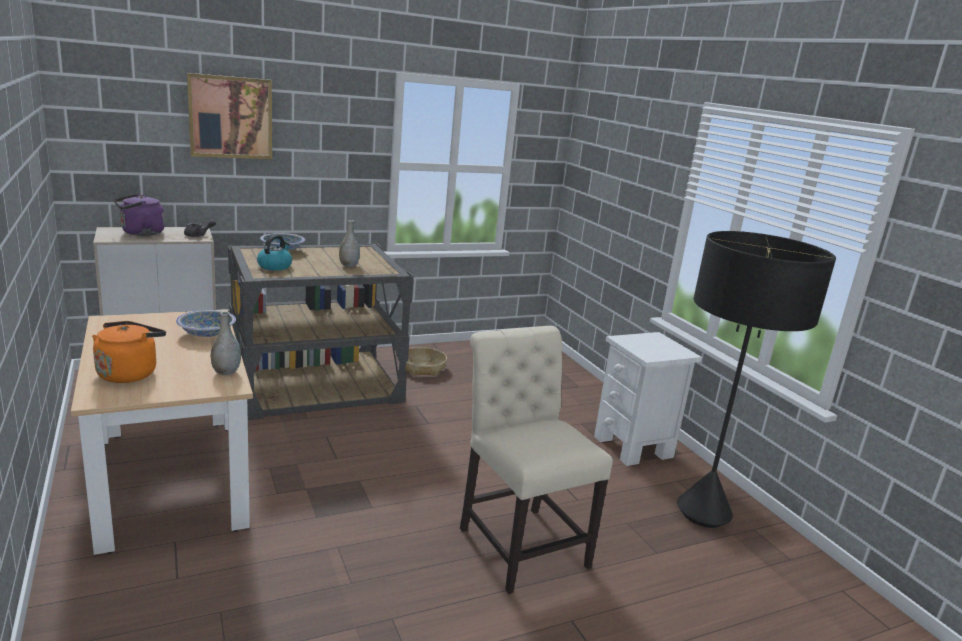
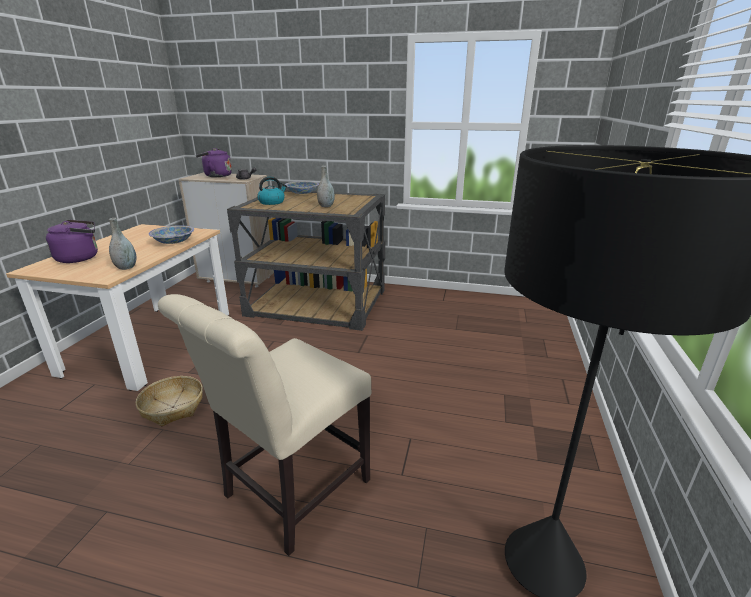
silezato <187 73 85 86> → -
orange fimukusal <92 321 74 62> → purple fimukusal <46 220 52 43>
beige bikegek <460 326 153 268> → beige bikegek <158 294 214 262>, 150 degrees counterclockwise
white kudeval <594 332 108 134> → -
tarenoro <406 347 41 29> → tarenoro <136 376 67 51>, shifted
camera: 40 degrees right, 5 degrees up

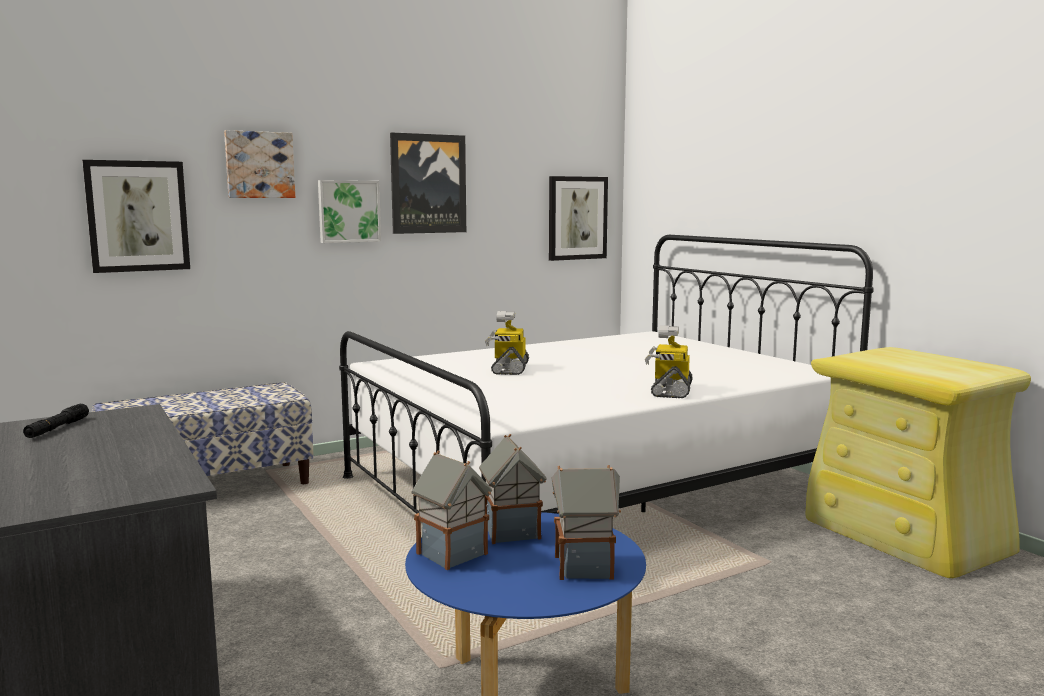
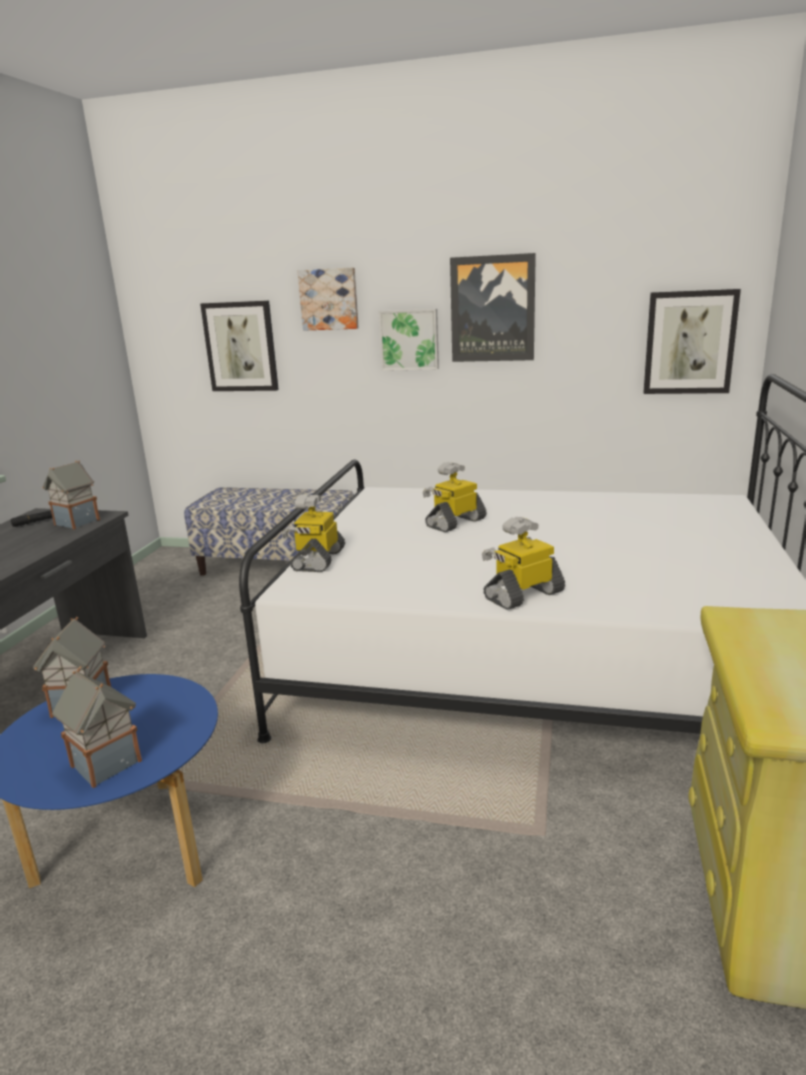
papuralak <479 434 68 110> → papuralak <42 461 58 68>, shifted
- → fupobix <281 494 64 78>
camera: 45 degrees right, 10 degrees up

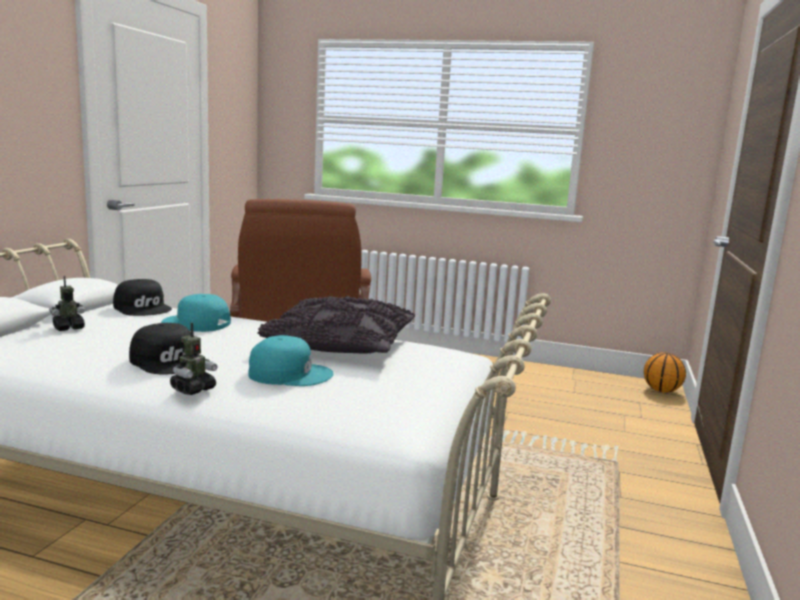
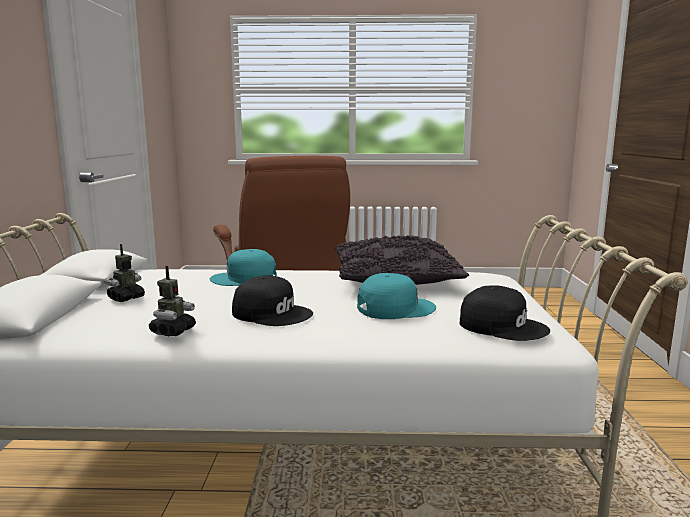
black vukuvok <113 279 59 37> → black vukuvok <460 285 90 56>, shifted
fupobix <170 323 48 72> → fupobix <149 266 47 70>, shifted
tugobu <644 352 42 41> → -
camera: 15 degrees left, 0 degrees up

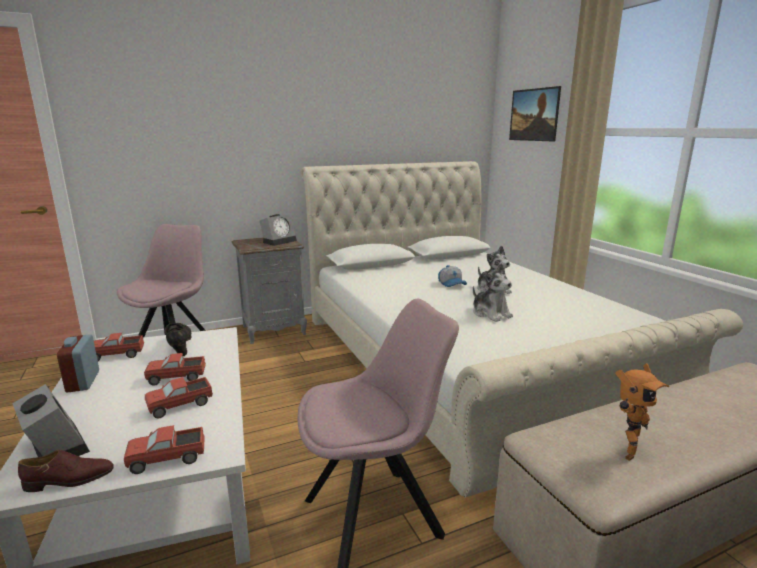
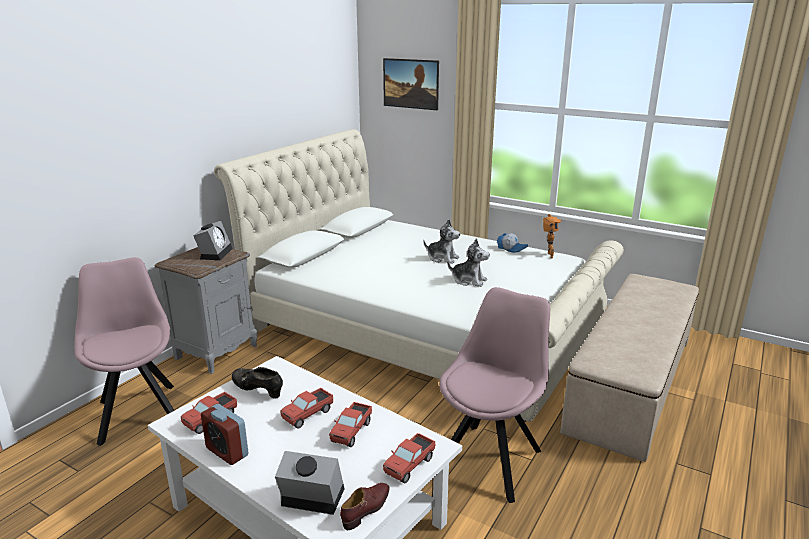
vukuvok <438 265 29 22> → vukuvok <497 233 31 20>, shifted
fupobix <615 364 54 97> → fupobix <543 214 19 44>, shifted
camera: 35 degrees left, 5 degrees up

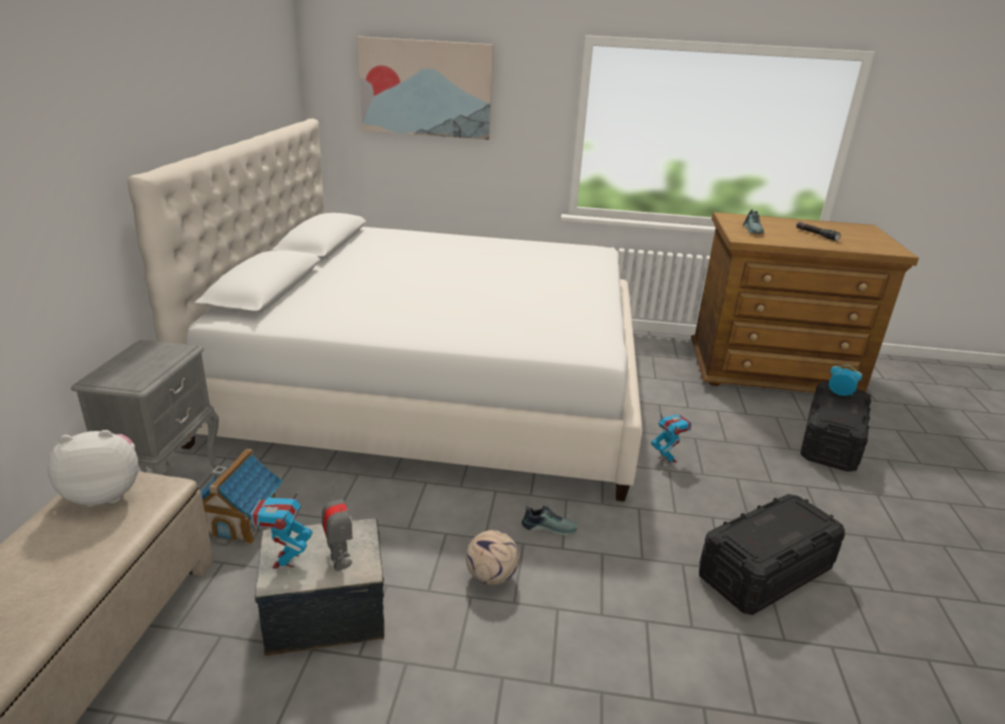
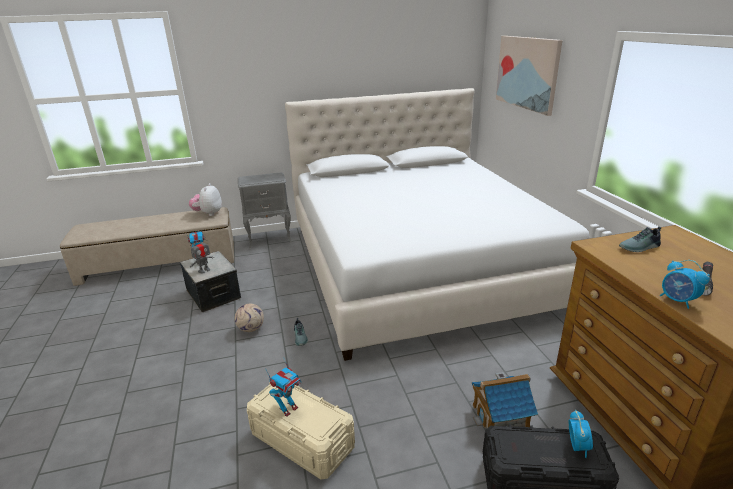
fupobix <651 411 41 53> → fupobix <266 357 35 60>, shifted
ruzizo <47 430 92 77> → ruzizo <189 183 33 33>, 135 degrees counterclockwise
papuralak <200 449 83 97> → papuralak <472 372 66 56>, shifted
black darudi <699 494 146 121> → beige darudi <247 383 108 97>
- → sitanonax <660 260 50 49>
camera: 70 degrees right, 0 degrees up

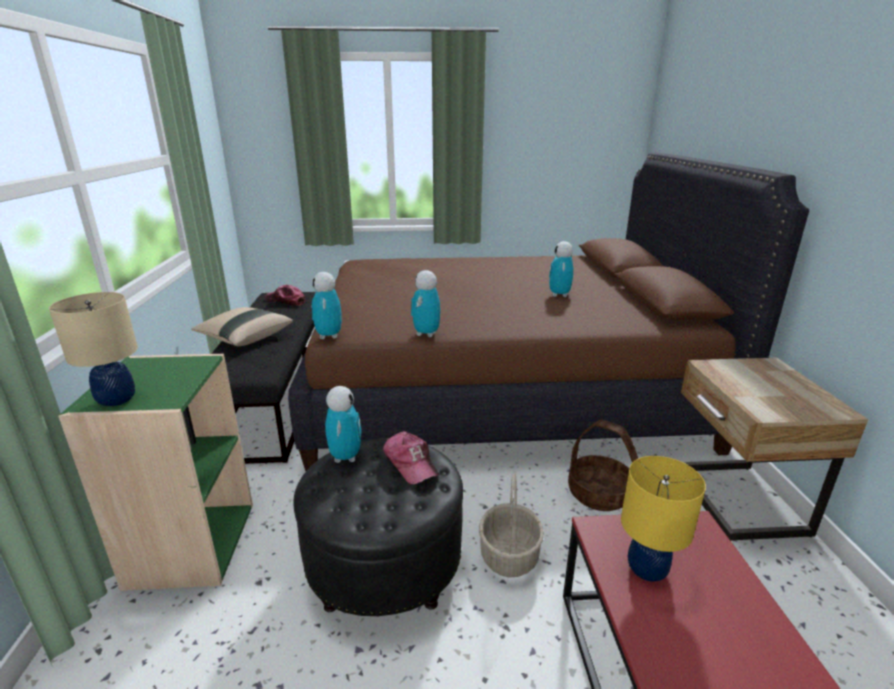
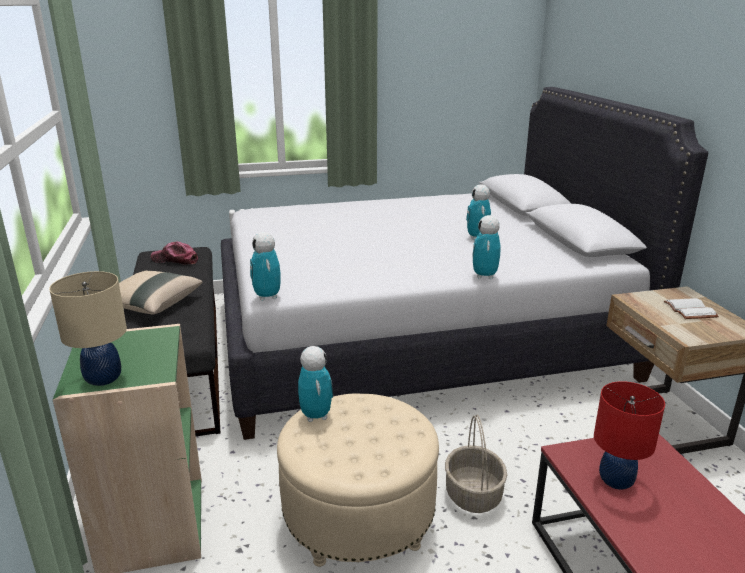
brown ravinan <288 153 521 318> → white ravinan <221 87 487 353>
fupobix <411 270 29 67> → fupobix <473 215 28 64>, shifted
tarenoro <568 420 70 91> → -
vukuvok <383 431 56 54> → -
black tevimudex <293 438 170 178> → beige tevimudex <277 394 162 173>
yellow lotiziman <621 456 85 126> → red lotiziman <594 381 71 109>
- → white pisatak <664 298 55 21>
camera: 10 degrees left, 0 degrees up

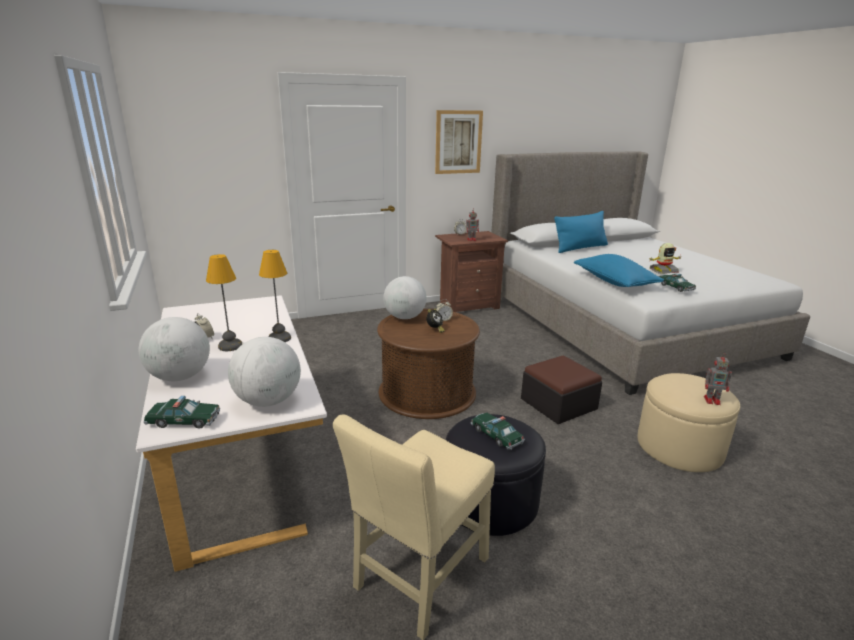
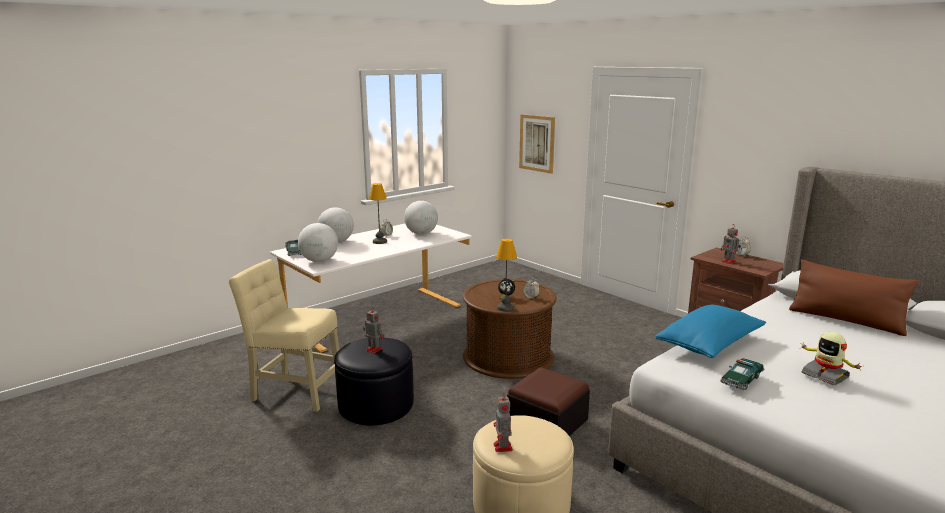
silezato <435 110 48 64> → silezato <519 114 36 60>, shifted
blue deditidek <554 211 54 42> → brown deditidek <789 259 130 77>
lotiziman <259 250 32 92> → lotiziman <496 239 21 72>, shifted
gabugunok <383 276 44 43> → gabugunok <404 201 34 34>, shifted
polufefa <471 413 54 37> → fupobix <363 307 21 46>
camera: 70 degrees right, 5 degrees down

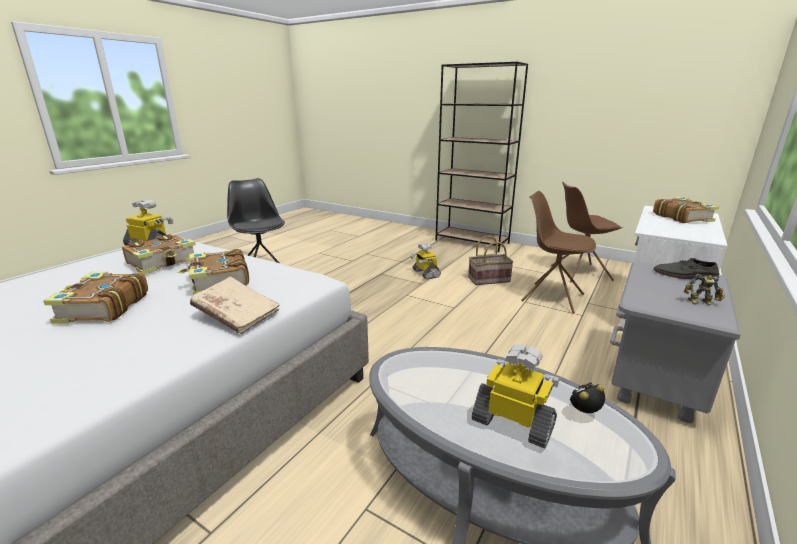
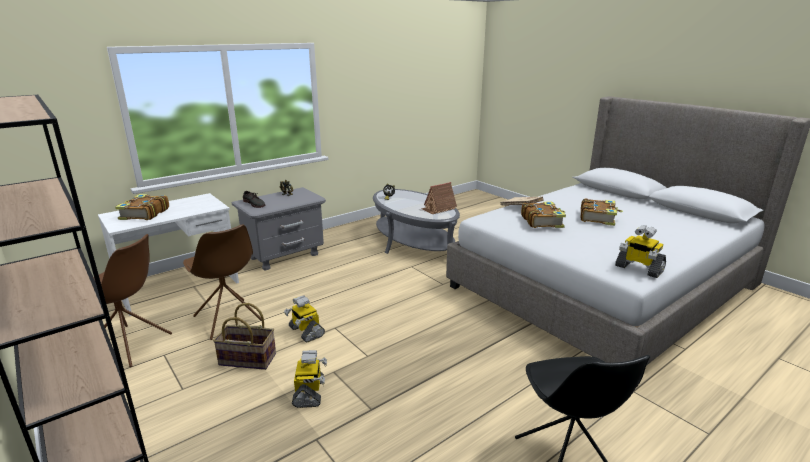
pisatak <122 234 74 40> → -
fupobix <472 344 87 104> → fupobix <284 295 41 47>, shifted
- → papuralak <422 182 35 32>
camera: 160 degrees left, 0 degrees up

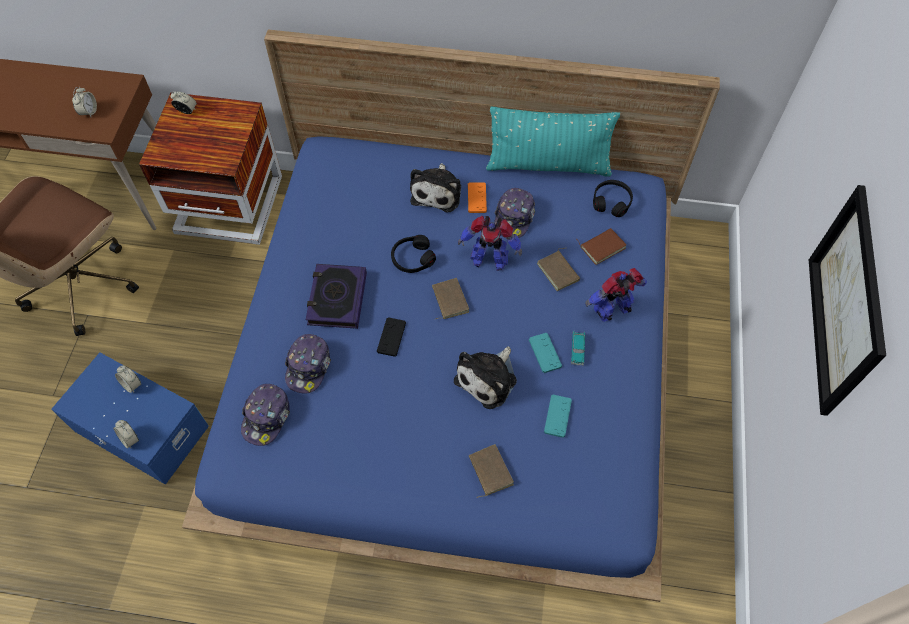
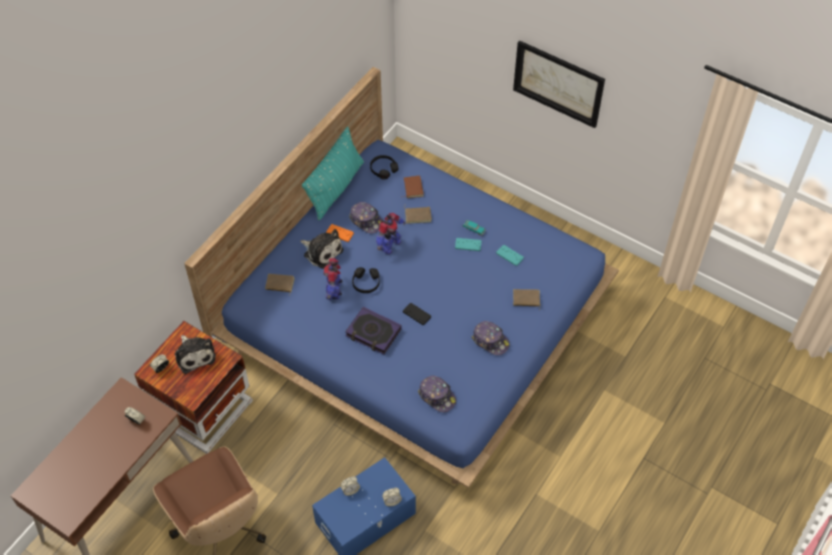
fupobix <585 268 62 54> → fupobix <323 258 19 42>, shifted
brown pisatak <432 278 37 41> → brown pisatak <265 274 30 22>, shifted
vukuvok <285 334 46 59> → vukuvok <471 321 39 34>, shifted
ruzizo <454 346 63 63> → ruzizo <175 335 41 39>, shifted
camera: 65 degrees left, 5 degrees down

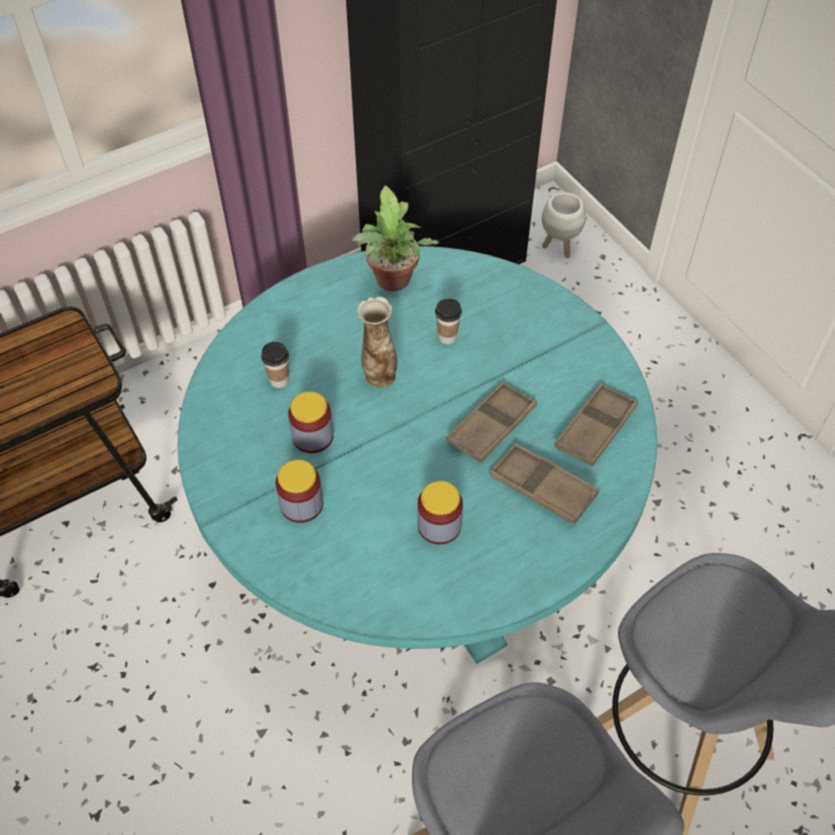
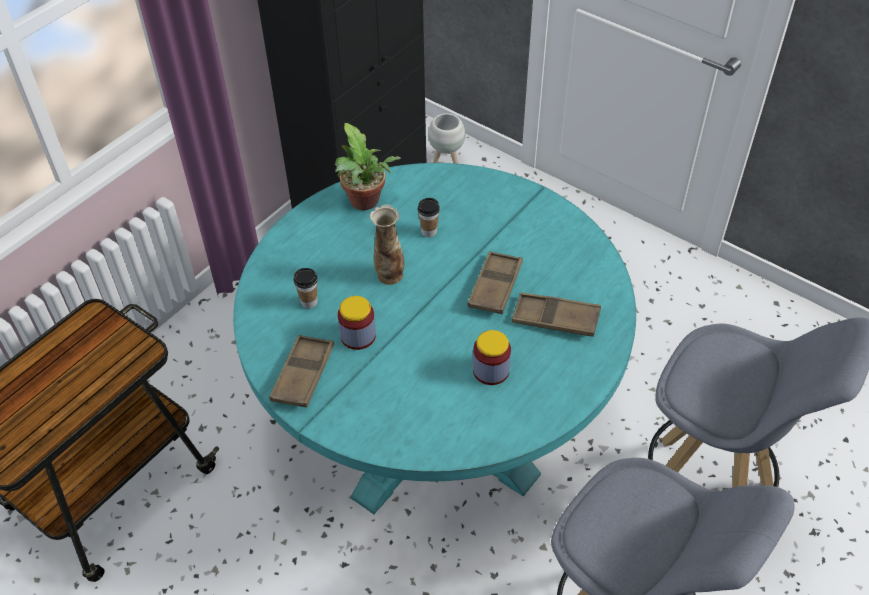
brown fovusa <554 383 84 83> → brown fovusa <269 335 65 73>, shifted
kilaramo <275 459 48 64> → -
camera: 20 degrees left, 5 degrees down

